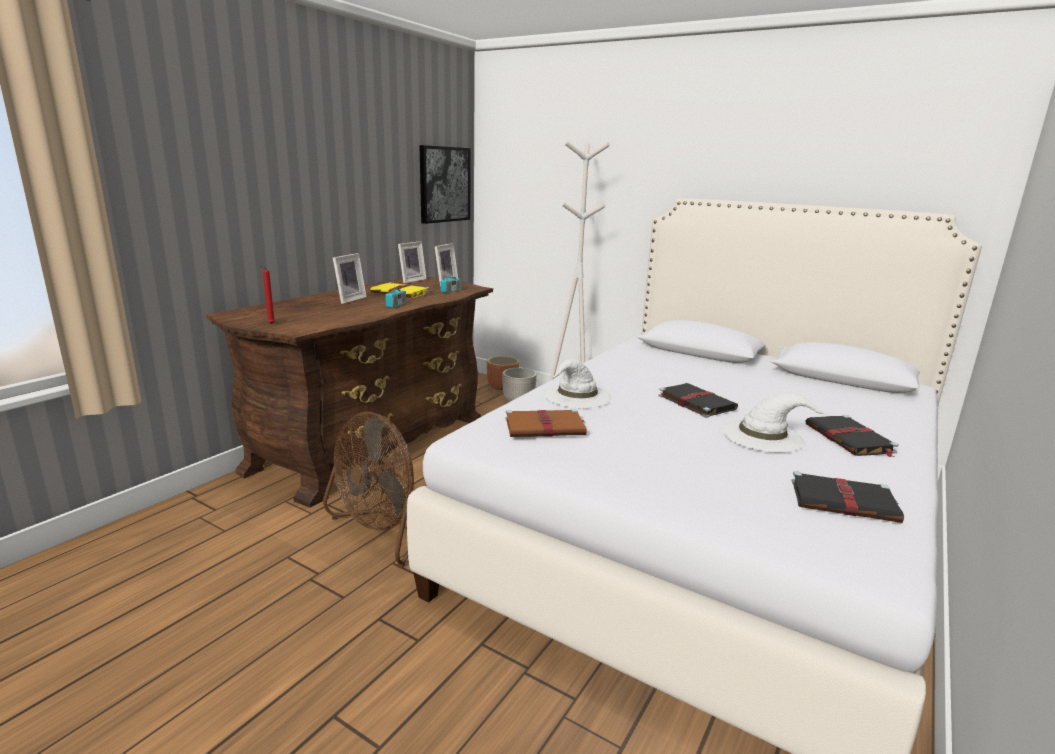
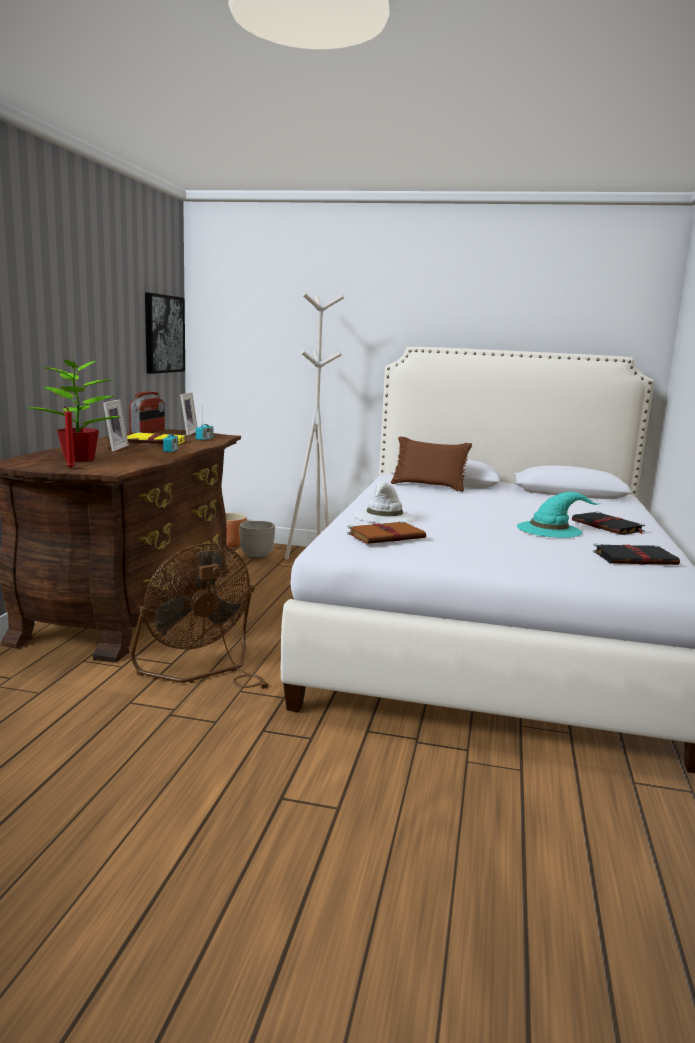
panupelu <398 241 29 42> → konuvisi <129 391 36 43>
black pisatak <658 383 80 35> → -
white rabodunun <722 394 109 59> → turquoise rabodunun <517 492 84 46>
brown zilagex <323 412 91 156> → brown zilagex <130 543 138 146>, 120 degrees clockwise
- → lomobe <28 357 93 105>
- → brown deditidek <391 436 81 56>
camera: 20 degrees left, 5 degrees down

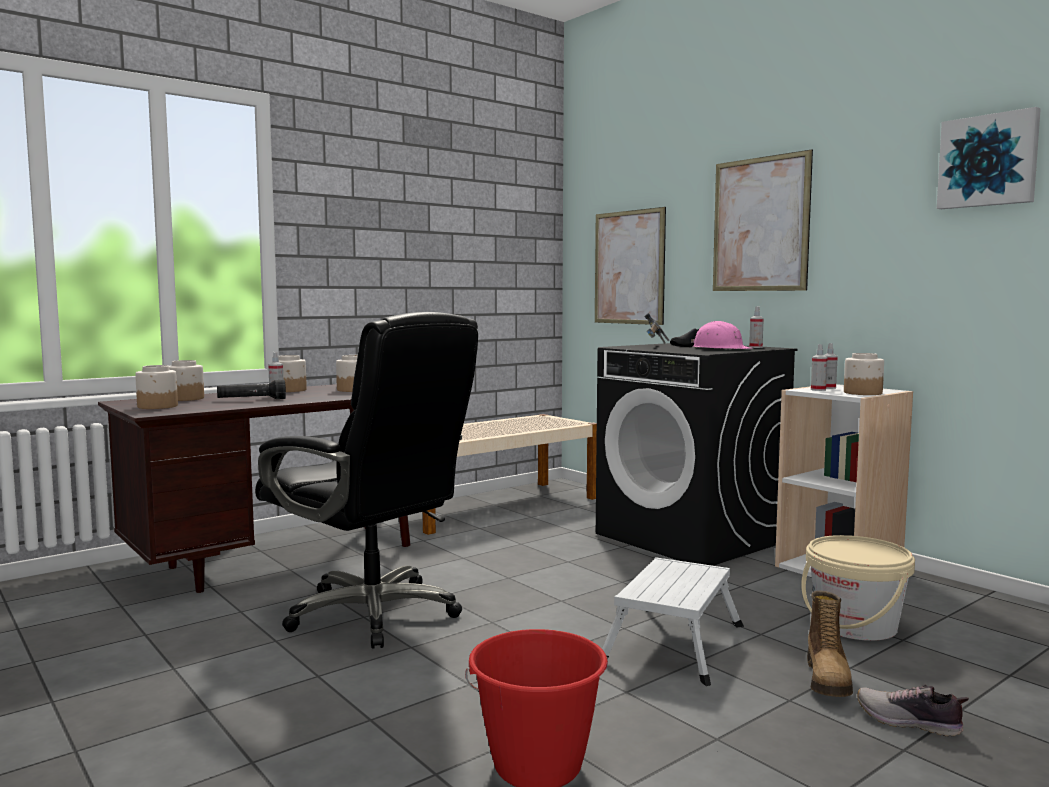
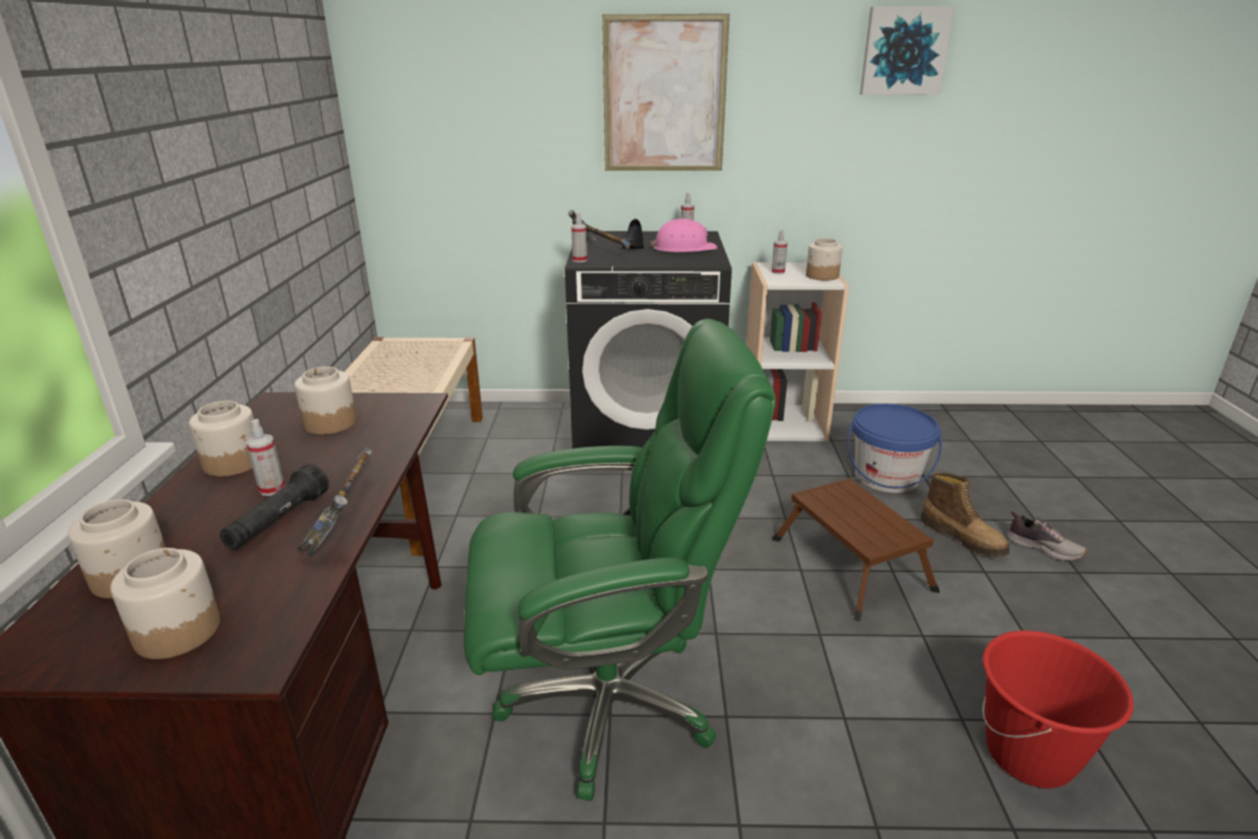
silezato <595 207 71 118> → -
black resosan <255 312 223 337> → green resosan <464 319 312 482>
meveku <811 344 17 47> → meveku <571 212 16 50>, shifted
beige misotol <801 535 114 106> → blue misotol <847 404 95 89>
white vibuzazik <602 557 142 129> → brown vibuzazik <772 478 168 143>
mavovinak <857 684 112 52> → mavovinak <1007 511 80 50>, 120 degrees counterclockwise
- → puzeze <297 447 76 109>
camera: 50 degrees left, 20 degrees up

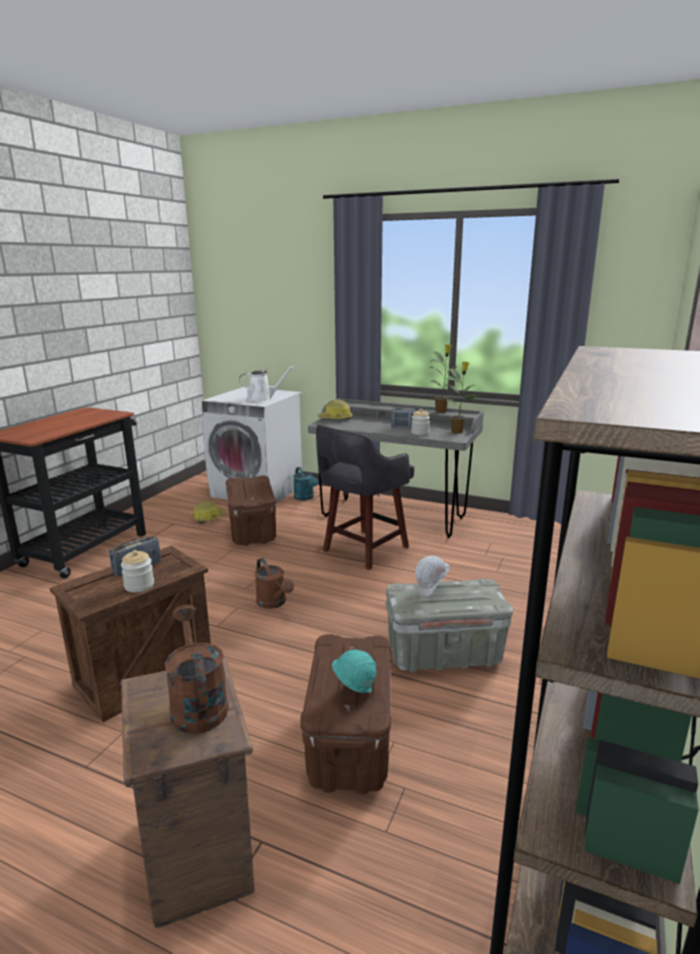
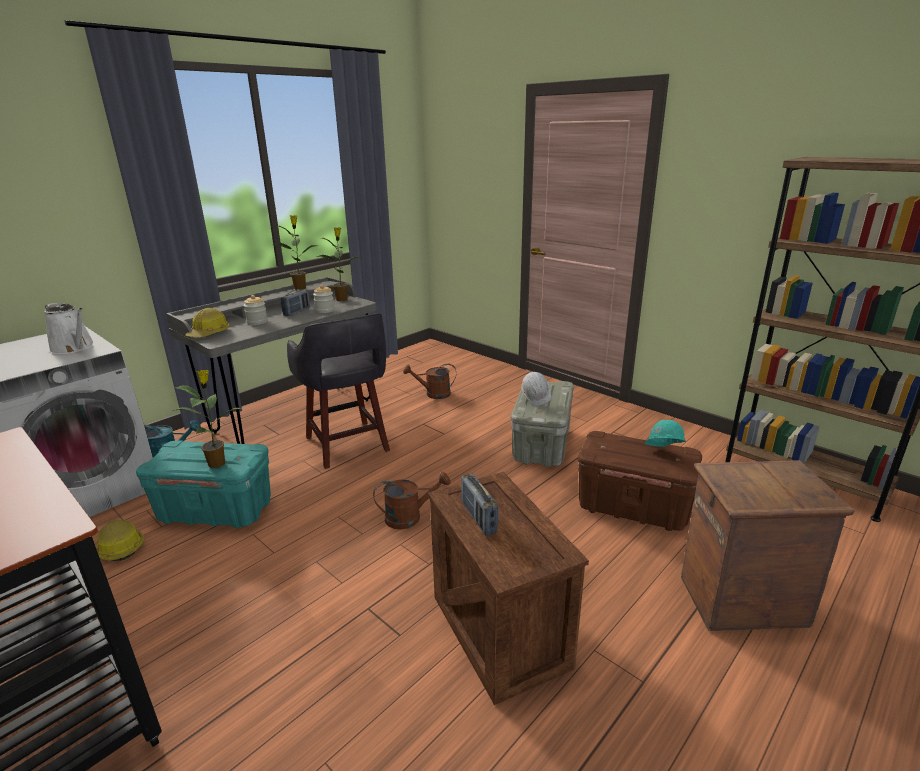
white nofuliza <239 366 55 36> → white nofuliza <44 303 50 51>, 120 degrees clockwise
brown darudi <226 476 50 70> → turquoise darudi <136 440 135 88>
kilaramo <121 550 33 43> → kilaramo <243 295 25 30>, shifted
brown nofuliza <165 605 64 129> → brown nofuliza <403 364 53 35>, shifted
- → lomobe <172 370 69 98>
camera: 70 degrees left, 5 degrees up

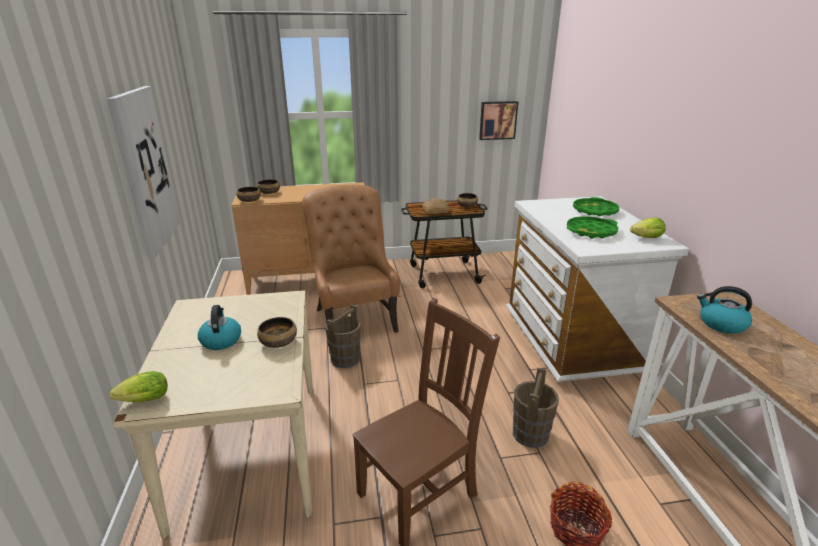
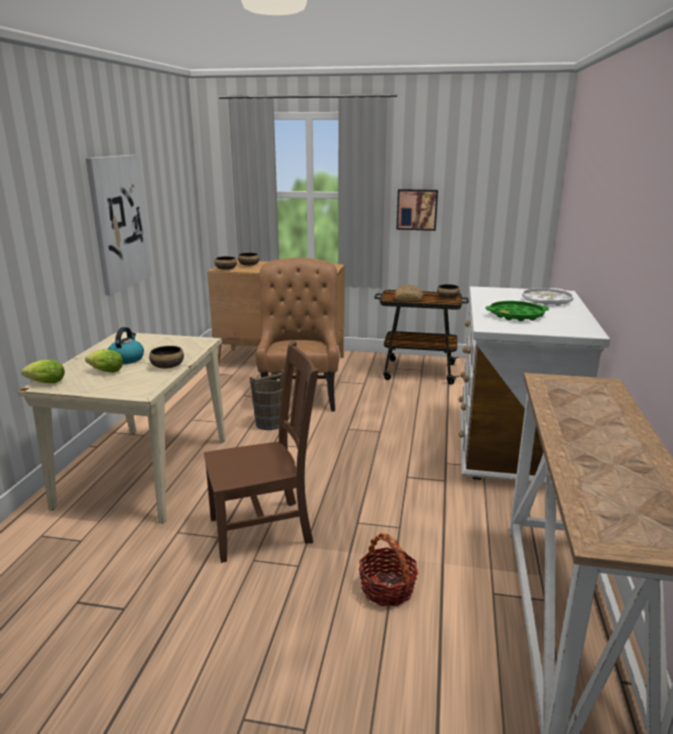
silezato <479 101 39 39> → silezato <396 189 42 42>, shifted
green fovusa <573 197 46 19> → white fovusa <522 288 52 18>
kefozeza <630 218 36 20> → kefozeza <85 349 38 24>, shifted
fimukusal <697 286 55 48> → -
brown misotol <513 368 46 80> → -
camera: 20 degrees right, 5 degrees down

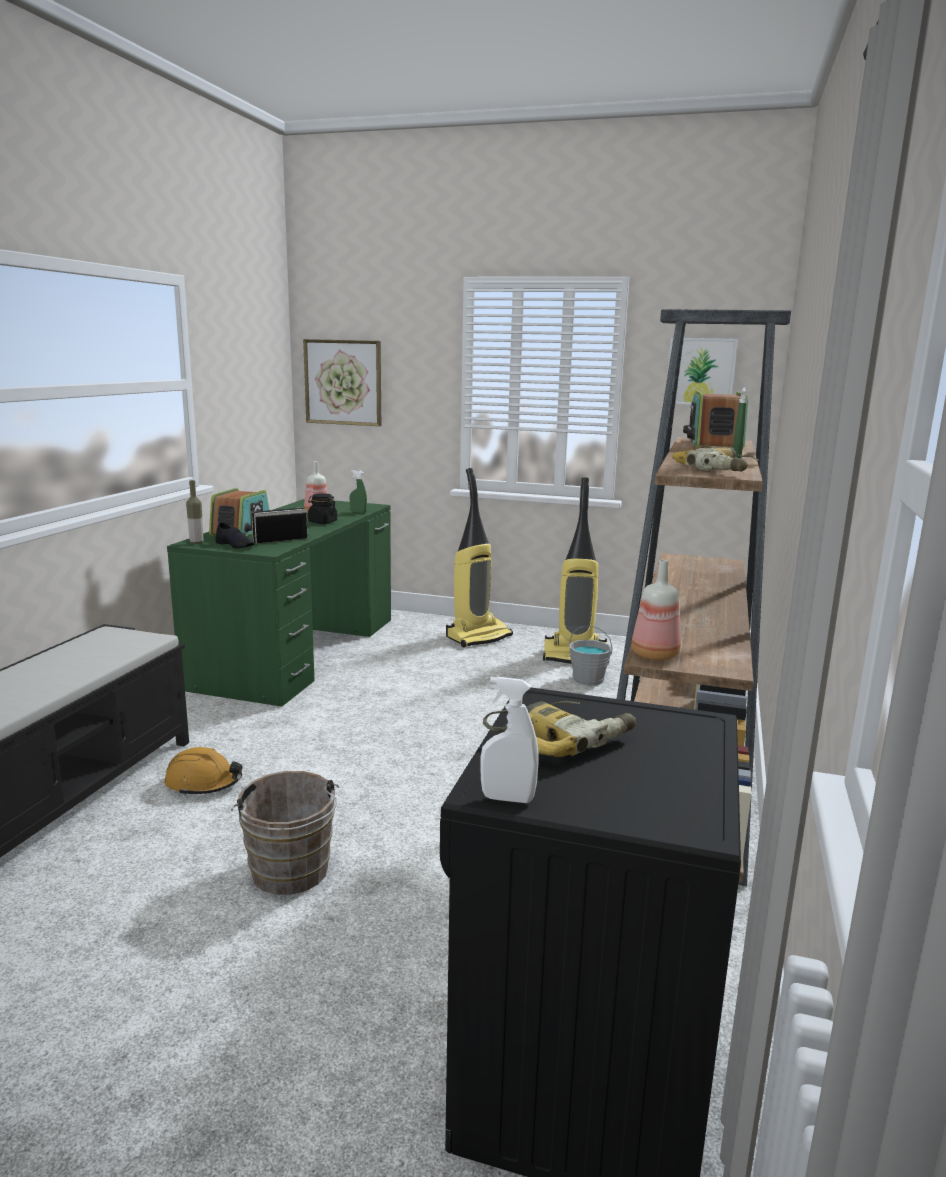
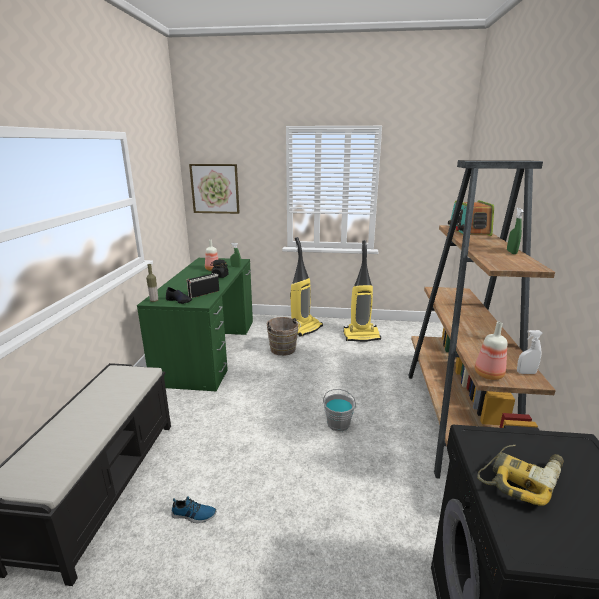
silezato <667 338 71 66> → -
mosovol <672 445 87 26> → -
konuvisi <209 488 60 48> → -
grey misotol <569 626 44 59> → grey misotol <323 389 33 43>, shifted
white meveku <481 677 57 126> → white meveku <517 330 26 44>, shifted
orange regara <164 747 79 49> → -
brown misotol <231 771 108 124> → brown misotol <267 317 34 39>, shifted
- → mavovinak <171 496 45 27>
camera: 10 degrees left, 5 degrees up

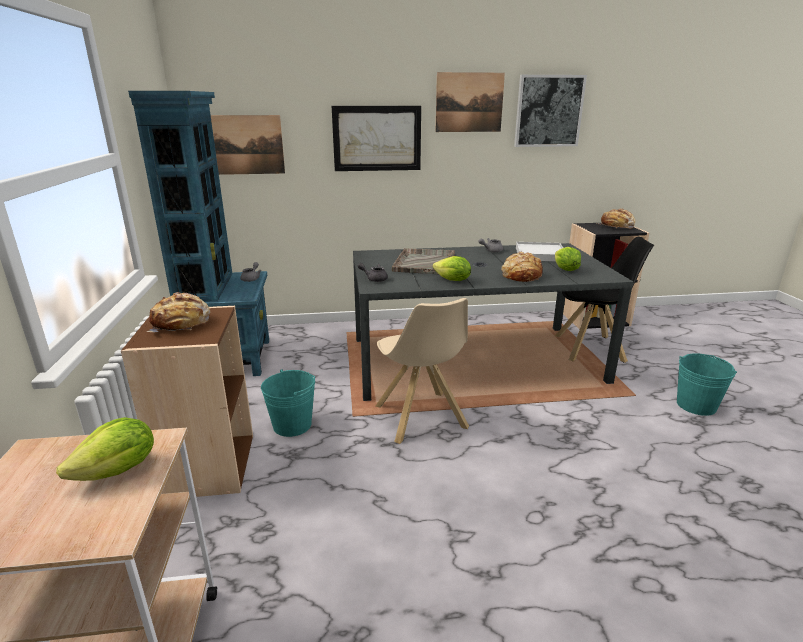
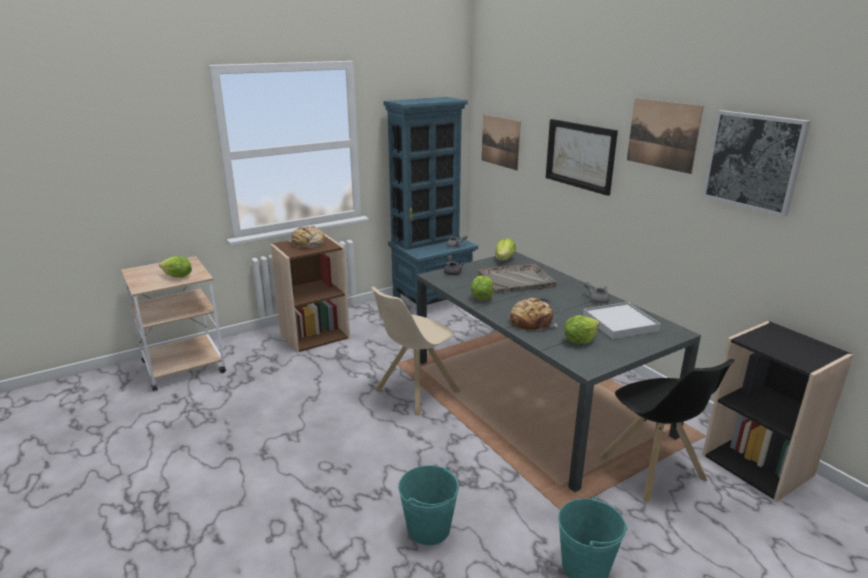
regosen <597 208 38 21> → -
turquoise misotol <261 369 54 68> → turquoise misotol <398 466 61 79>, shifted
- → kefozeza <495 238 21 22>
camera: 65 degrees right, 0 degrees up

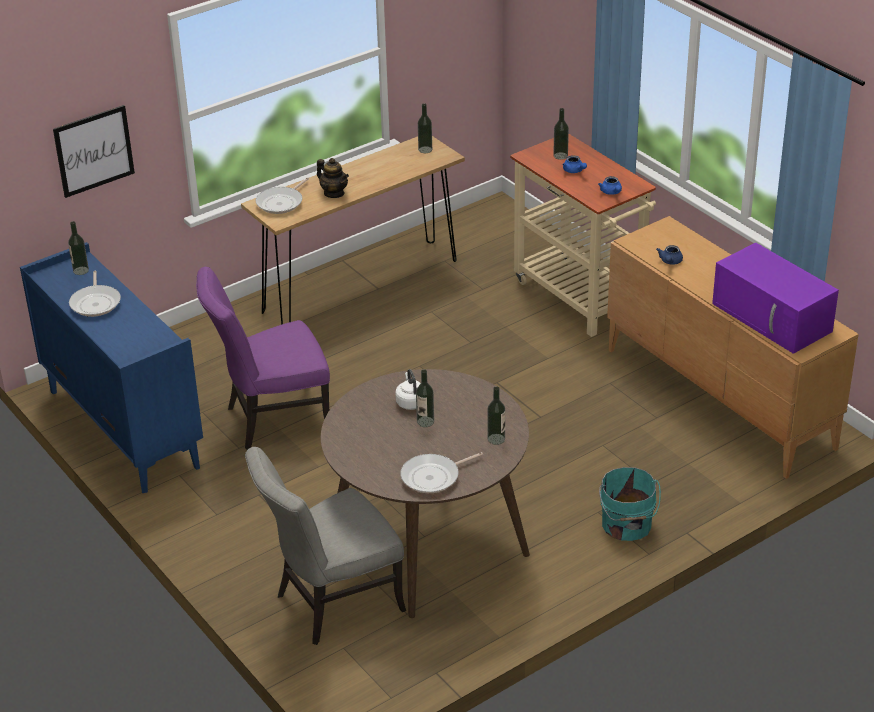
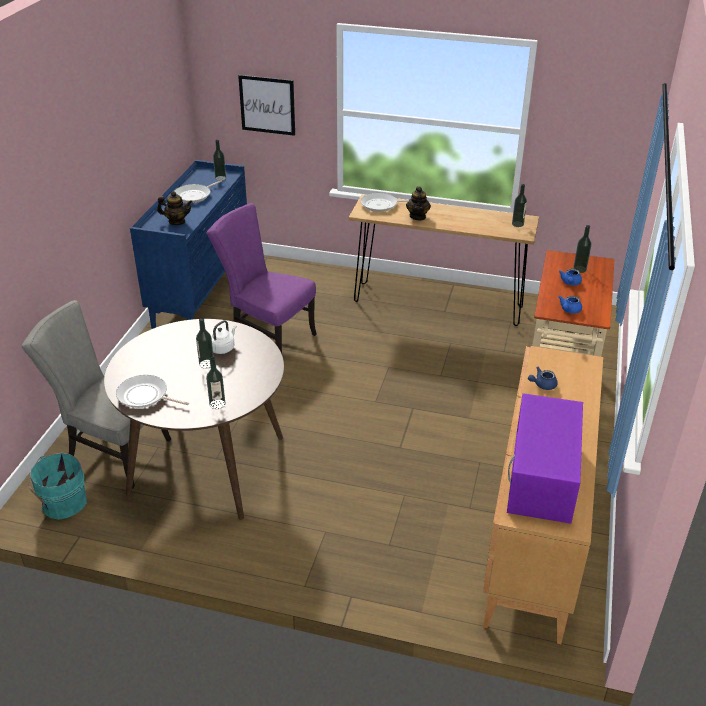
turquoise misotol <599 467 62 74> → turquoise misotol <28 453 59 67>, shifted
- → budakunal <157 191 36 34>
camera: 50 degrees right, 0 degrees up

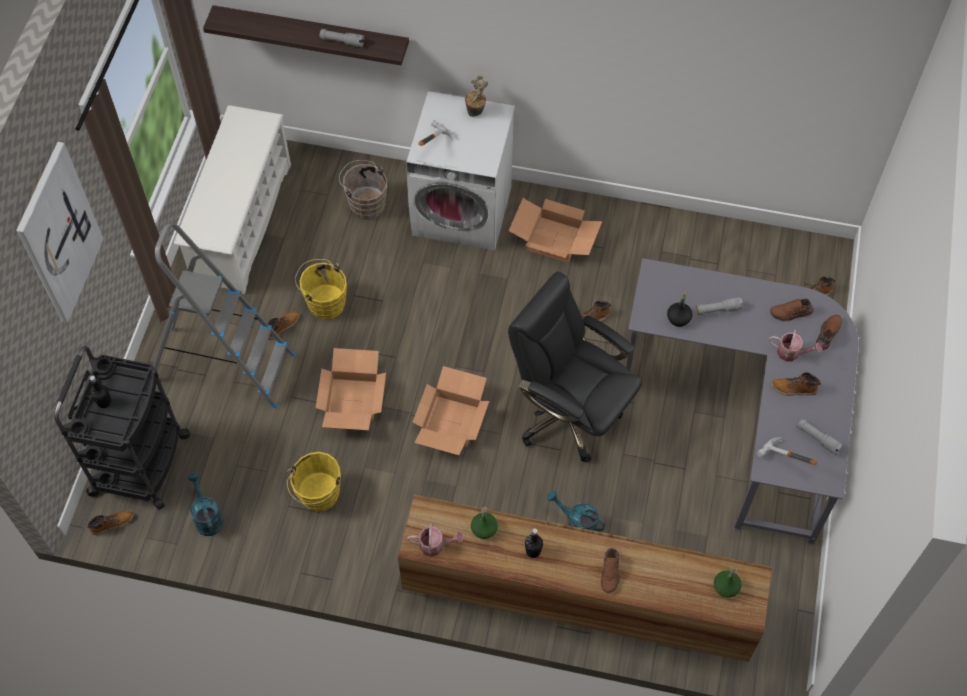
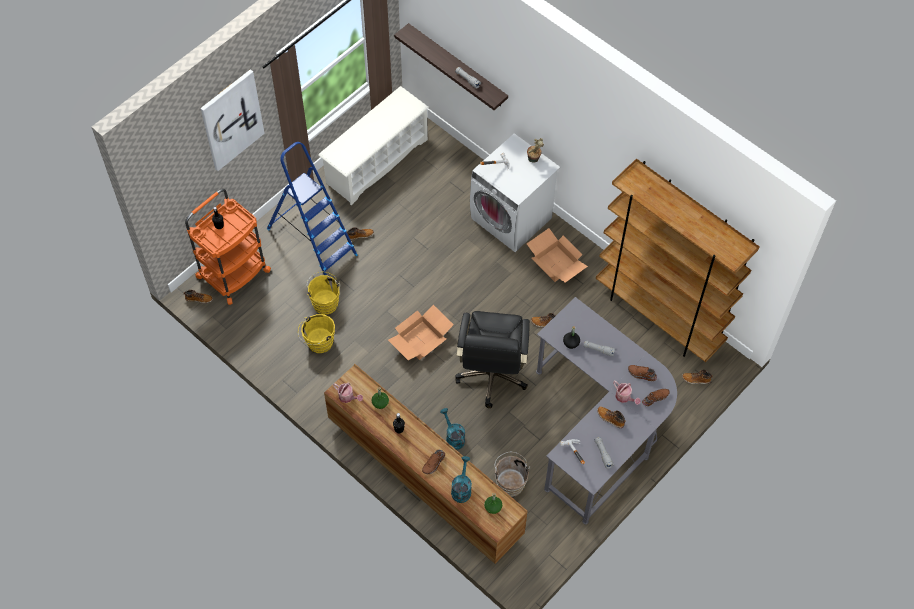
brown misotol <339 160 48 60> → brown misotol <493 452 37 45>, shifted
grey vibuzazik <153 224 143 184> → blue vibuzazik <267 142 91 133>
yellow misotol <295 259 52 61> → yellow misotol <307 272 33 43>, shifted
black resosan <508 271 134 191> → black resosan <455 311 75 97>, 150 degrees counterclockwise
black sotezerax <54 346 136 164> → orange sotezerax <185 189 86 116>
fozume <316 348 70 82> → -
turquoise nofuliza <187 473 36 63> → turquoise nofuliza <451 456 21 47>, shifted
- → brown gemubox <596 158 164 204>
camera: 30 degrees right, 0 degrees up

